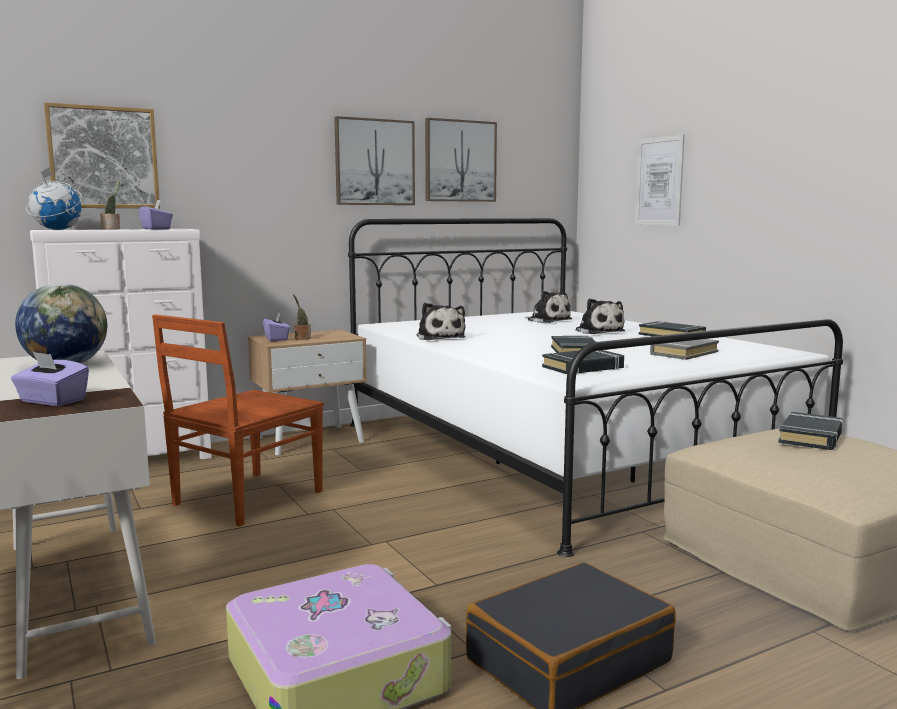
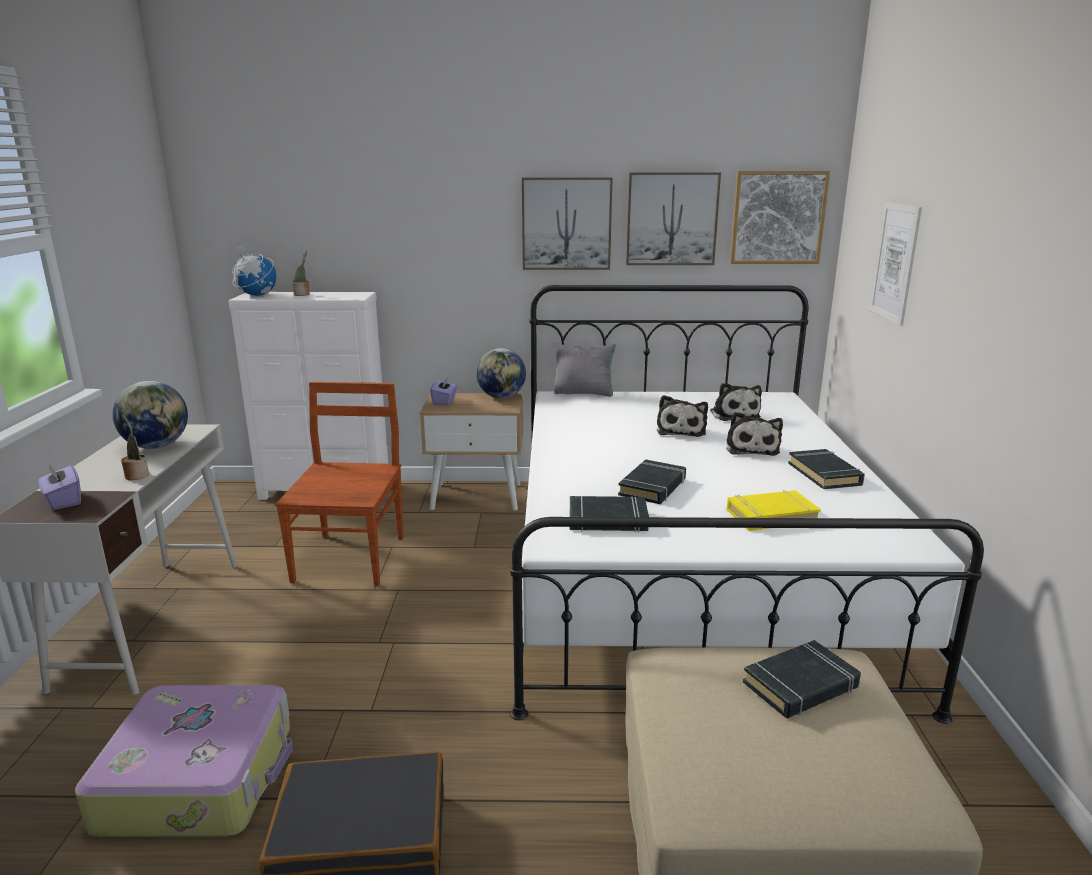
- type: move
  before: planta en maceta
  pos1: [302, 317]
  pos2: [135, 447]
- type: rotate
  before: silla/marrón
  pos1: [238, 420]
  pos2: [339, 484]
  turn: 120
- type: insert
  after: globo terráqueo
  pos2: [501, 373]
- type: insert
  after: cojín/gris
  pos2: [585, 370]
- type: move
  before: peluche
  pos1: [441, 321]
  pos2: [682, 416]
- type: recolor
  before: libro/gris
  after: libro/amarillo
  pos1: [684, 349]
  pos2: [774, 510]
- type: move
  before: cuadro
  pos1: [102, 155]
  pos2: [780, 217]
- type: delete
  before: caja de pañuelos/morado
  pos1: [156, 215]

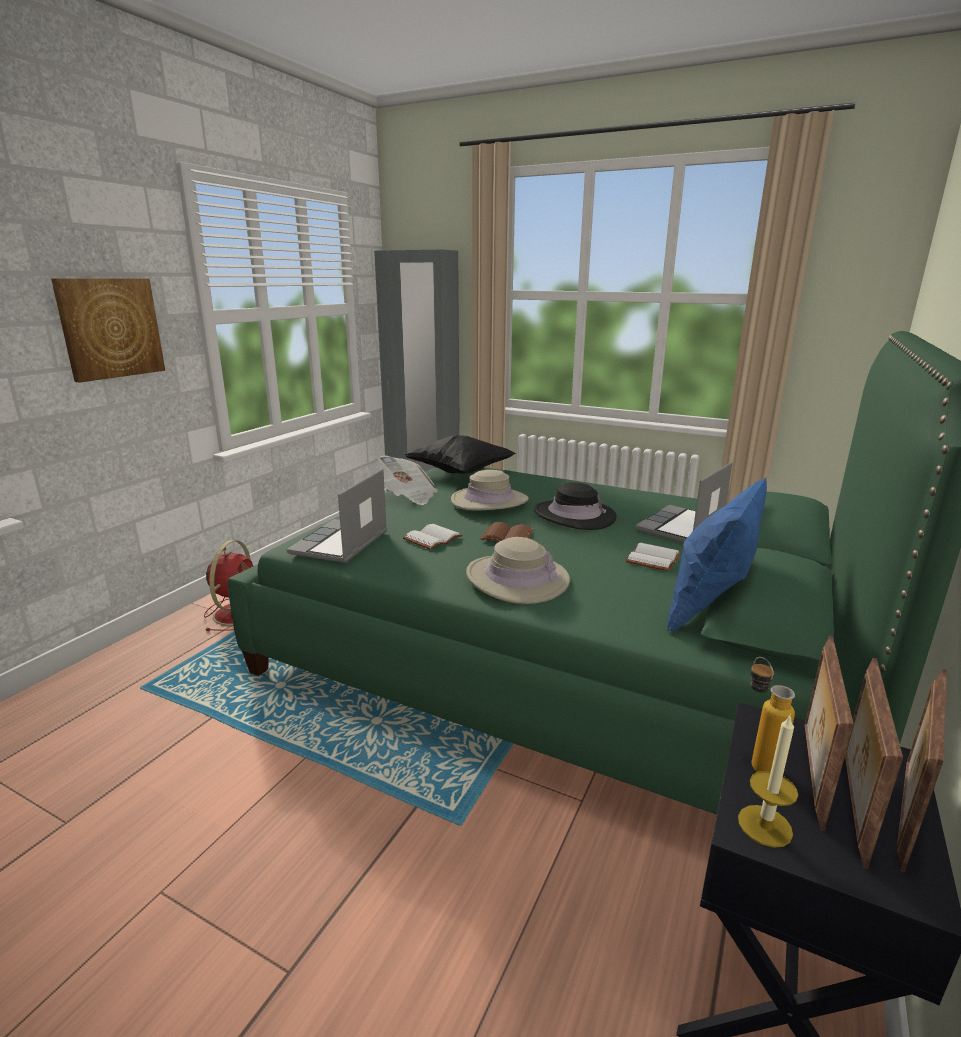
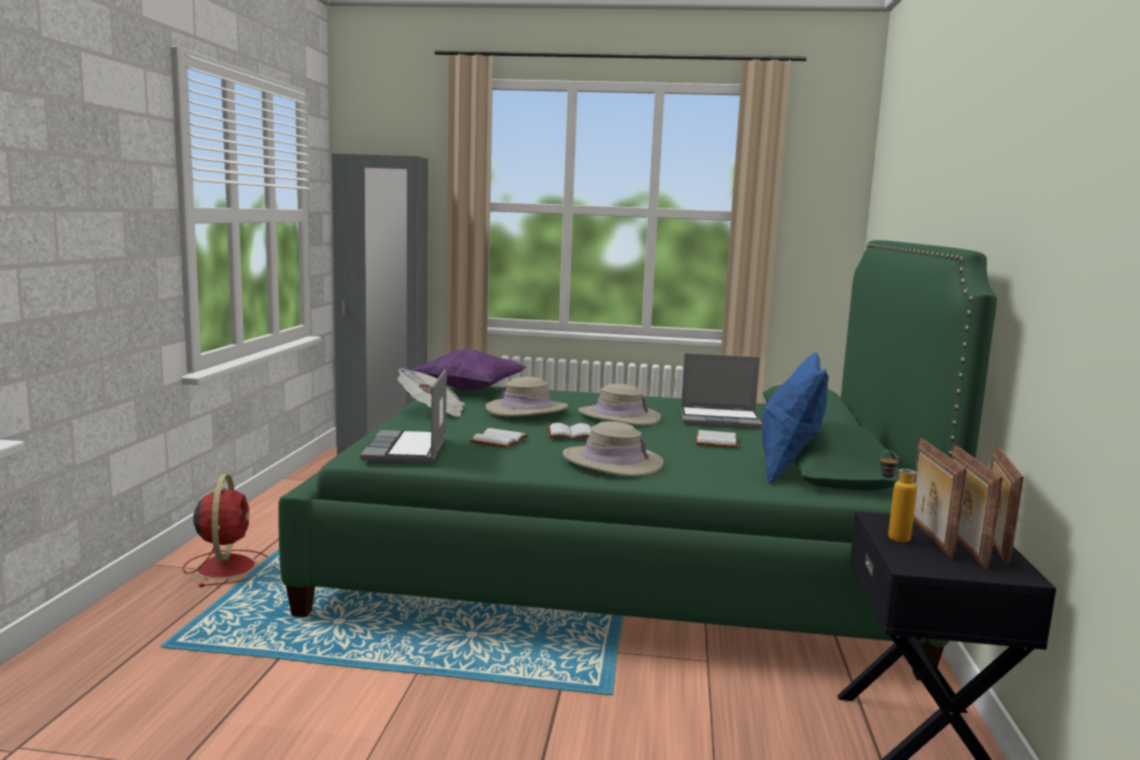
- type: recolor
  before: cojín/negro
  after: cojín/morado
  pos1: [460, 454]
  pos2: [469, 370]
- type: recolor
  before: libro/marrón
  after: libro/blanco
  pos1: [506, 532]
  pos2: [569, 431]
- type: recolor
  before: sombrero/negro
  after: sombrero/beis
  pos1: [575, 506]
  pos2: [619, 404]
- type: rotate
  before: portátil
  pos1: [683, 502]
  pos2: [722, 391]
  turn: -105
- type: delete
  before: cuadro
  pos1: [108, 330]
- type: delete
  before: vela
  pos1: [768, 781]

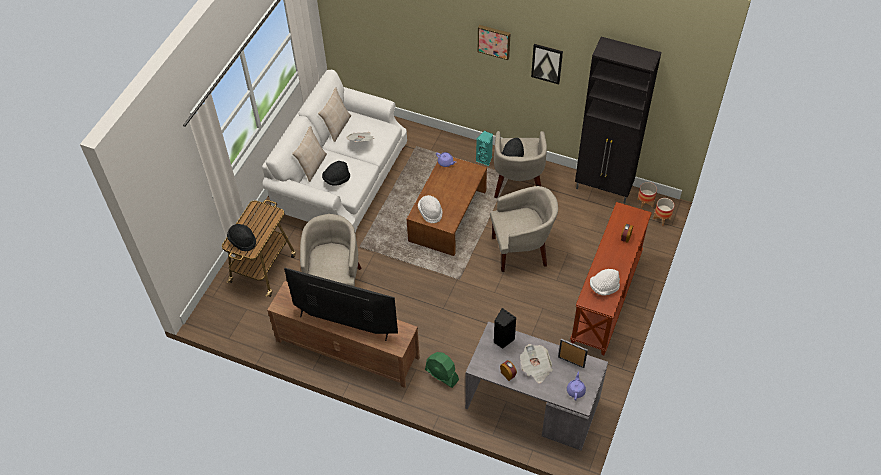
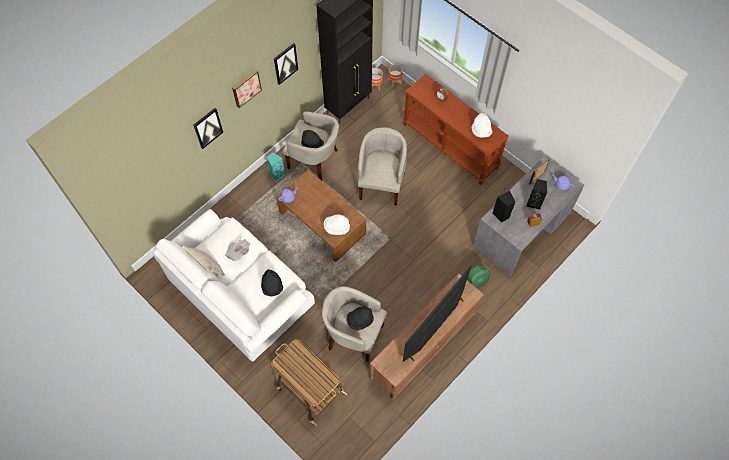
- type: insert
  after: cuadro
  pos2: [208, 128]
- type: move
  before: sombrero/negro
  pos1: [241, 237]
  pos2: [360, 318]
- type: replace
  before: periódico
  after: altavoz/negro
  pos1: [536, 363]
  pos2: [536, 194]
- type: delete
  before: cojín/beis
  pos1: [309, 154]

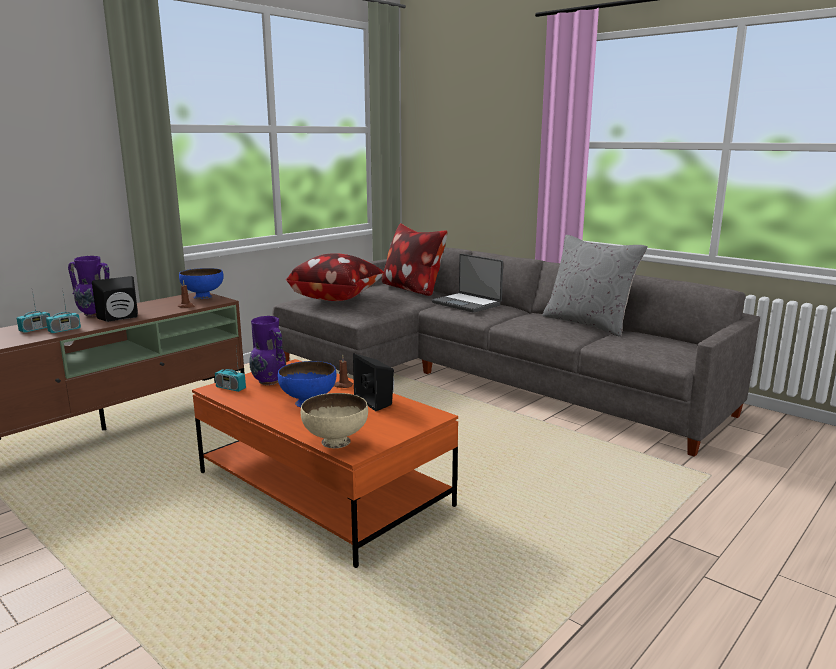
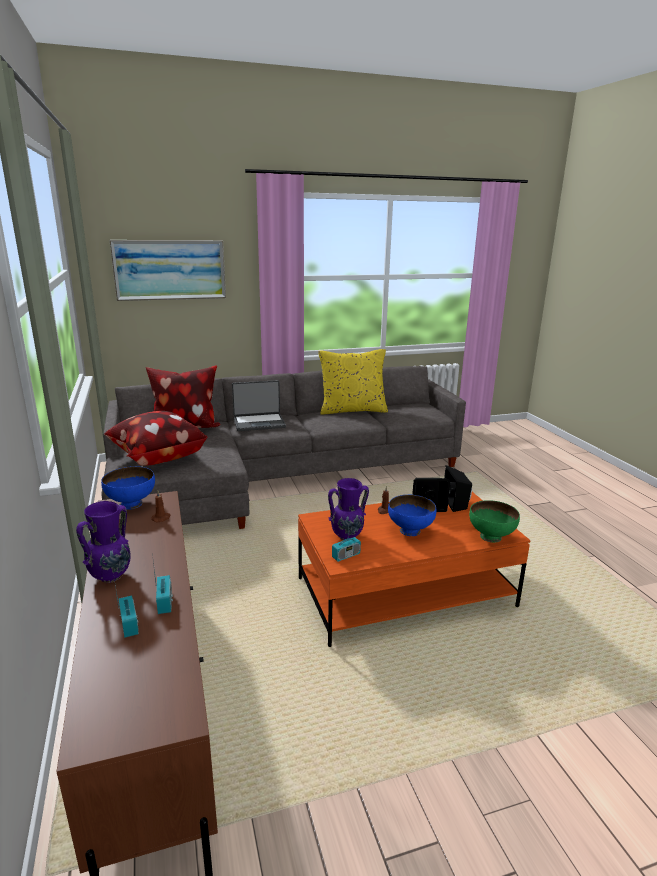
- type: insert
  after: cuadro
  pos2: [167, 270]
- type: recolor
  before: cojín/gris
  after: cojín/amarillo
  pos1: [595, 286]
  pos2: [353, 382]
- type: move
  before: altavoz/negro
  pos1: [115, 299]
  pos2: [458, 488]
- type: recolor
  before: cuenco/beis
  after: cuenco/verde
  pos1: [334, 420]
  pos2: [494, 521]

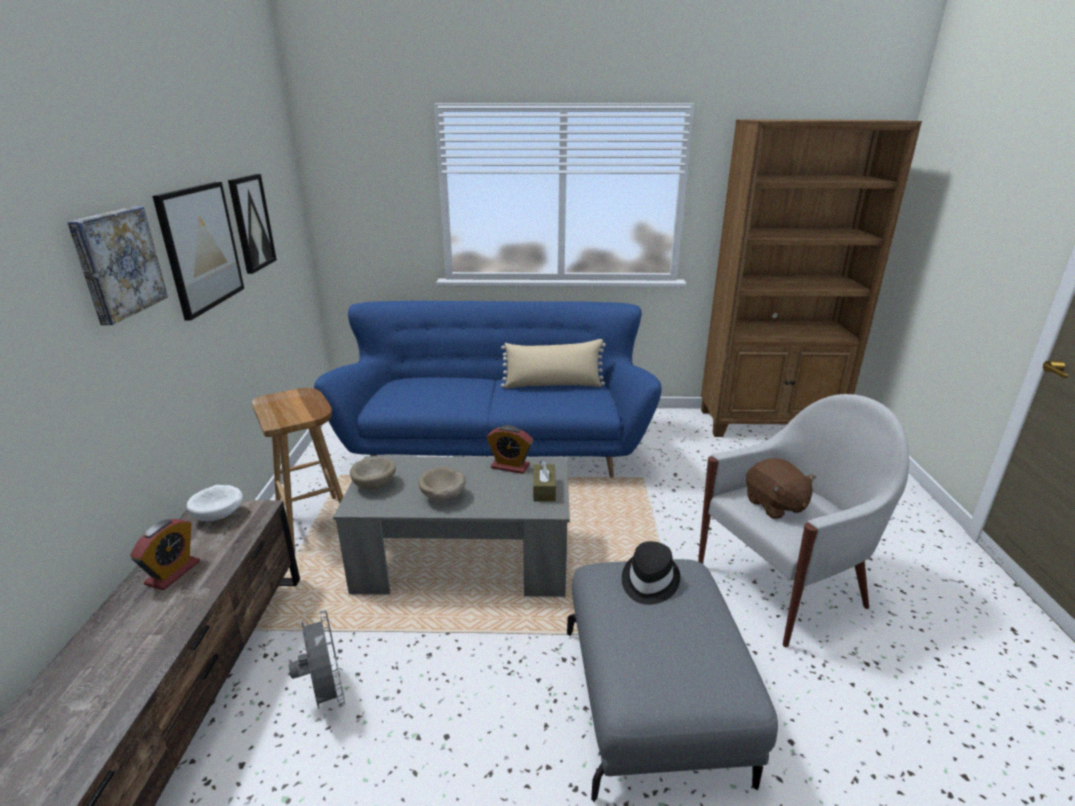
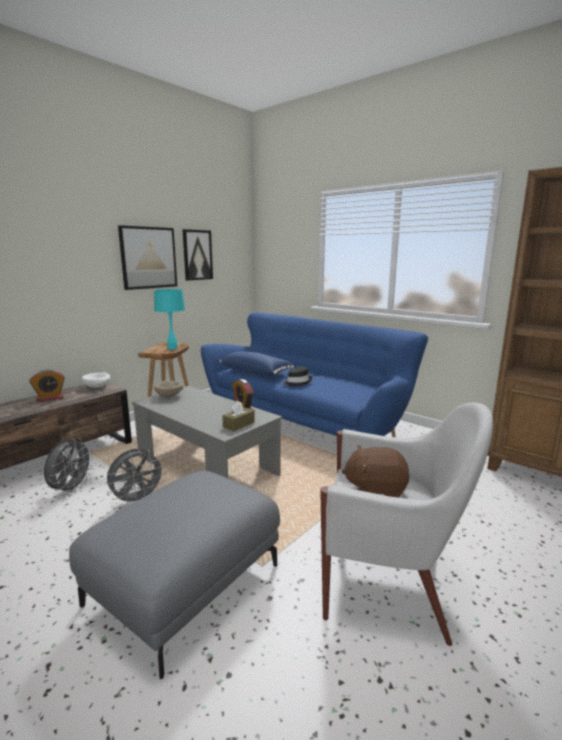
- type: insert
  after: ventilador/gris
  pos2: [136, 477]
- type: insert
  after: lámpara de mesa/turquesa
  pos2: [169, 319]
- type: insert
  after: cojín/azul
  pos2: [257, 363]
- type: move
  before: sombrero/negro
  pos1: [651, 573]
  pos2: [297, 376]
- type: rotate
  before: peluche/marrón
  pos1: [781, 488]
  pos2: [375, 471]
  turn: 75
- type: delete
  before: cuadro
  pos1: [117, 265]
- type: delete
  before: cuenco/beis
  pos1: [442, 484]
- type: delete
  before: cojín/beis
  pos1: [553, 363]

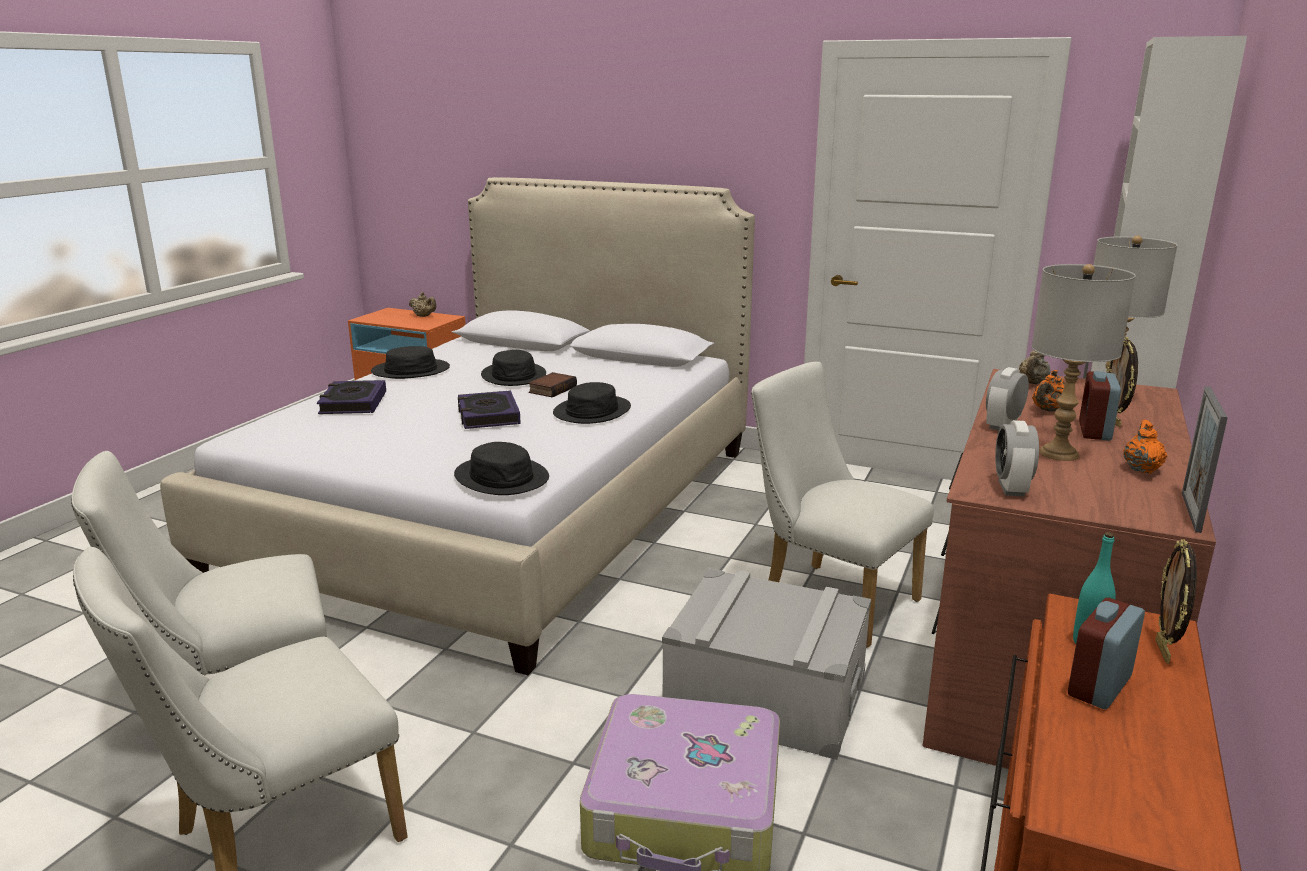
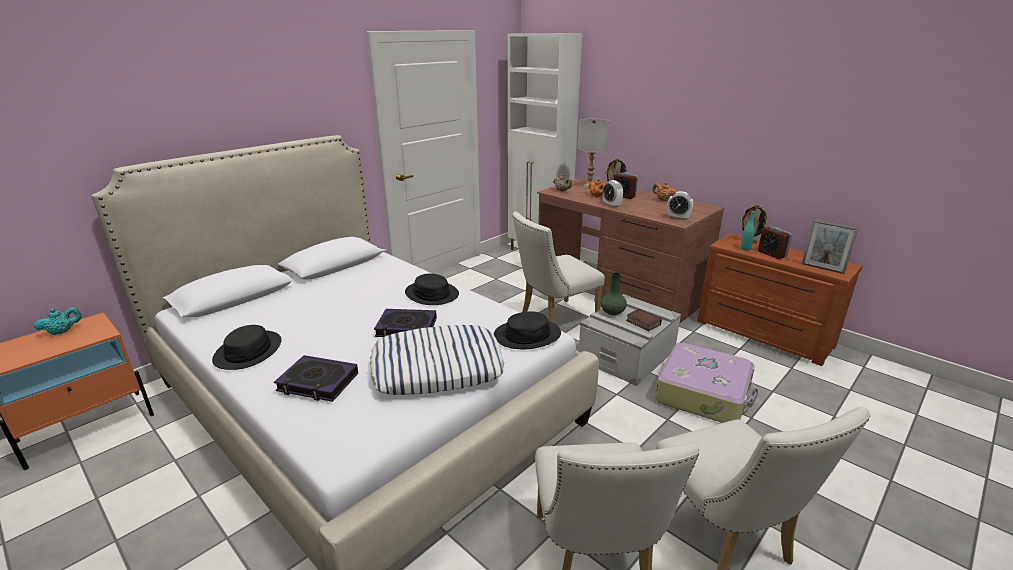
- type: recolor
  before: tetera/beis
  after: tetera/turquesa
  pos1: [422, 304]
  pos2: [57, 321]
- type: insert
  after: cojín
  pos2: [437, 360]
- type: insert
  after: florero/verde
  pos2: [613, 293]
- type: move
  before: libro
  pos1: [552, 385]
  pos2: [644, 320]
- type: move
  before: portarretratos
  pos1: [1205, 459]
  pos2: [830, 247]
- type: delete
  before: sombrero/negro
  pos1: [513, 368]
- type: delete
  before: lámpara de mesa/gris
  pos1: [1084, 362]

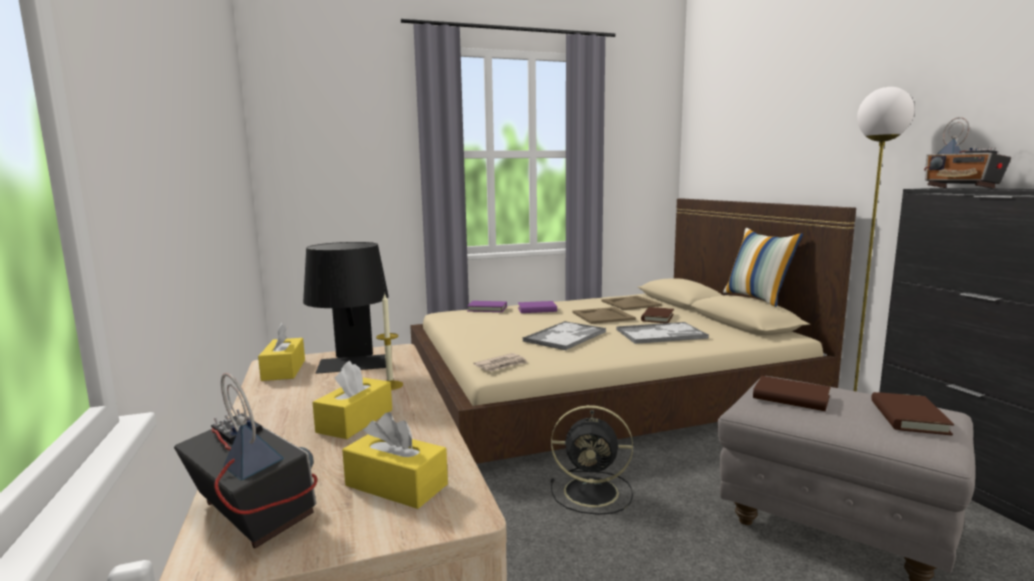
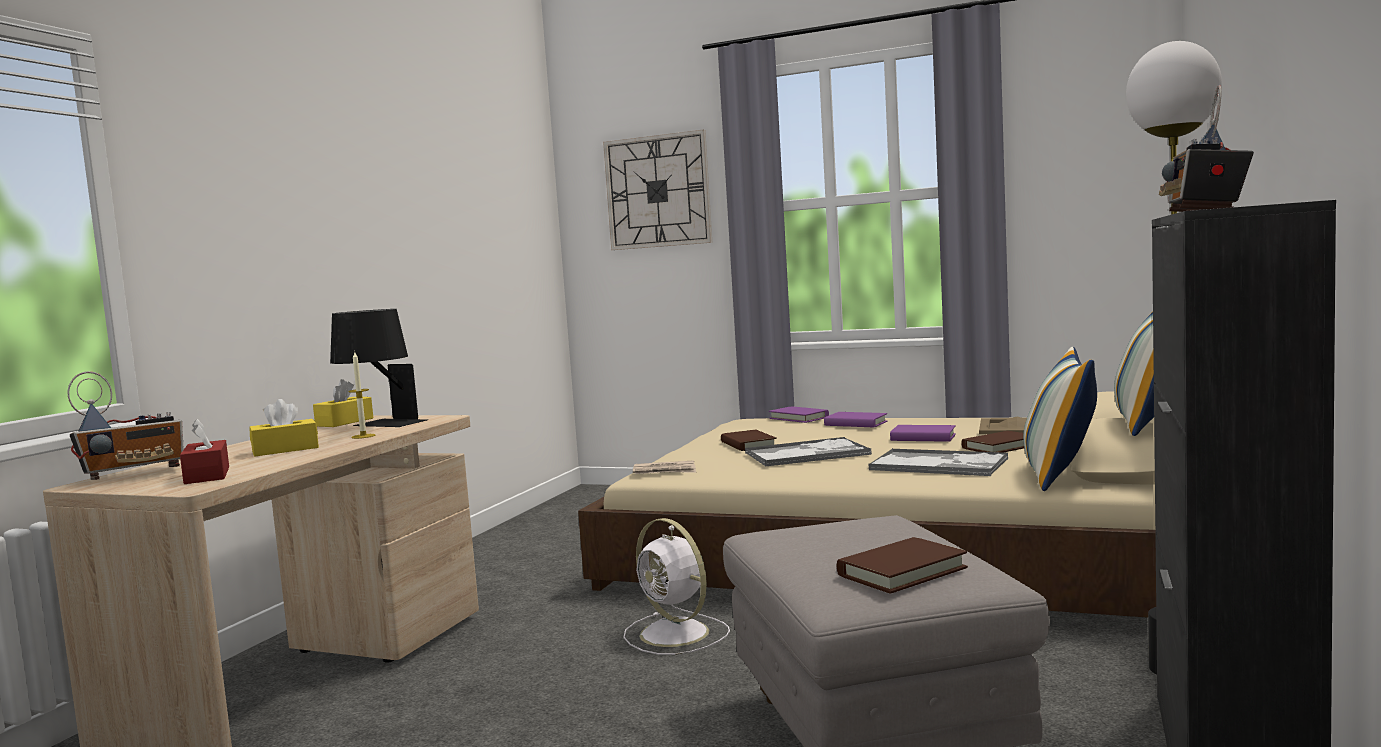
- type: rotate
  before: radio
  pos1: [245, 460]
  pos2: [125, 425]
  turn: 60
- type: recolor
  before: caja de pañuelos/amarillo
  after: caja de pañuelos/rojo
  pos1: [395, 460]
  pos2: [204, 451]
- type: insert
  after: reloj de pared
  pos2: [657, 189]
- type: recolor
  before: ventilador/negro
  after: ventilador/blanco
  pos1: [592, 460]
  pos2: [677, 586]
- type: move
  before: libro/marrón
  pos1: [792, 393]
  pos2: [749, 440]
- type: replace
  before: bandeja/beis
  after: libro/morado
  pos1: [604, 315]
  pos2: [923, 433]
- type: insert
  after: cojín
  pos2: [1060, 419]

